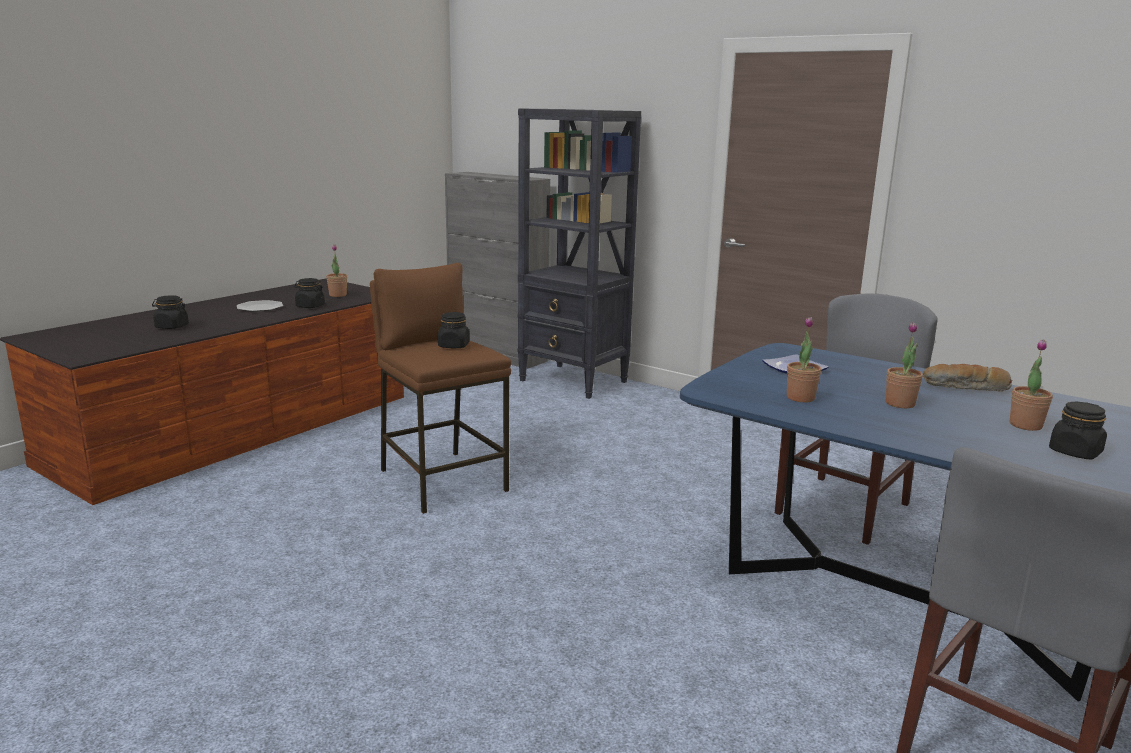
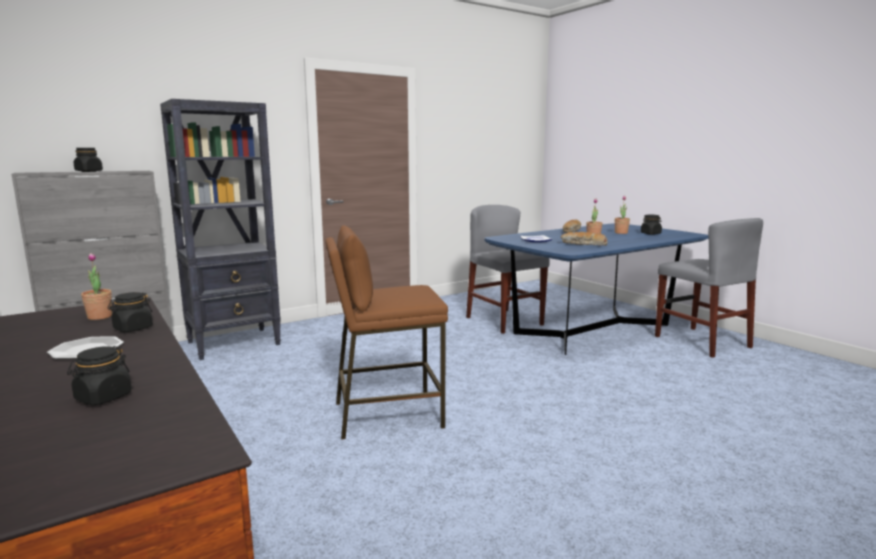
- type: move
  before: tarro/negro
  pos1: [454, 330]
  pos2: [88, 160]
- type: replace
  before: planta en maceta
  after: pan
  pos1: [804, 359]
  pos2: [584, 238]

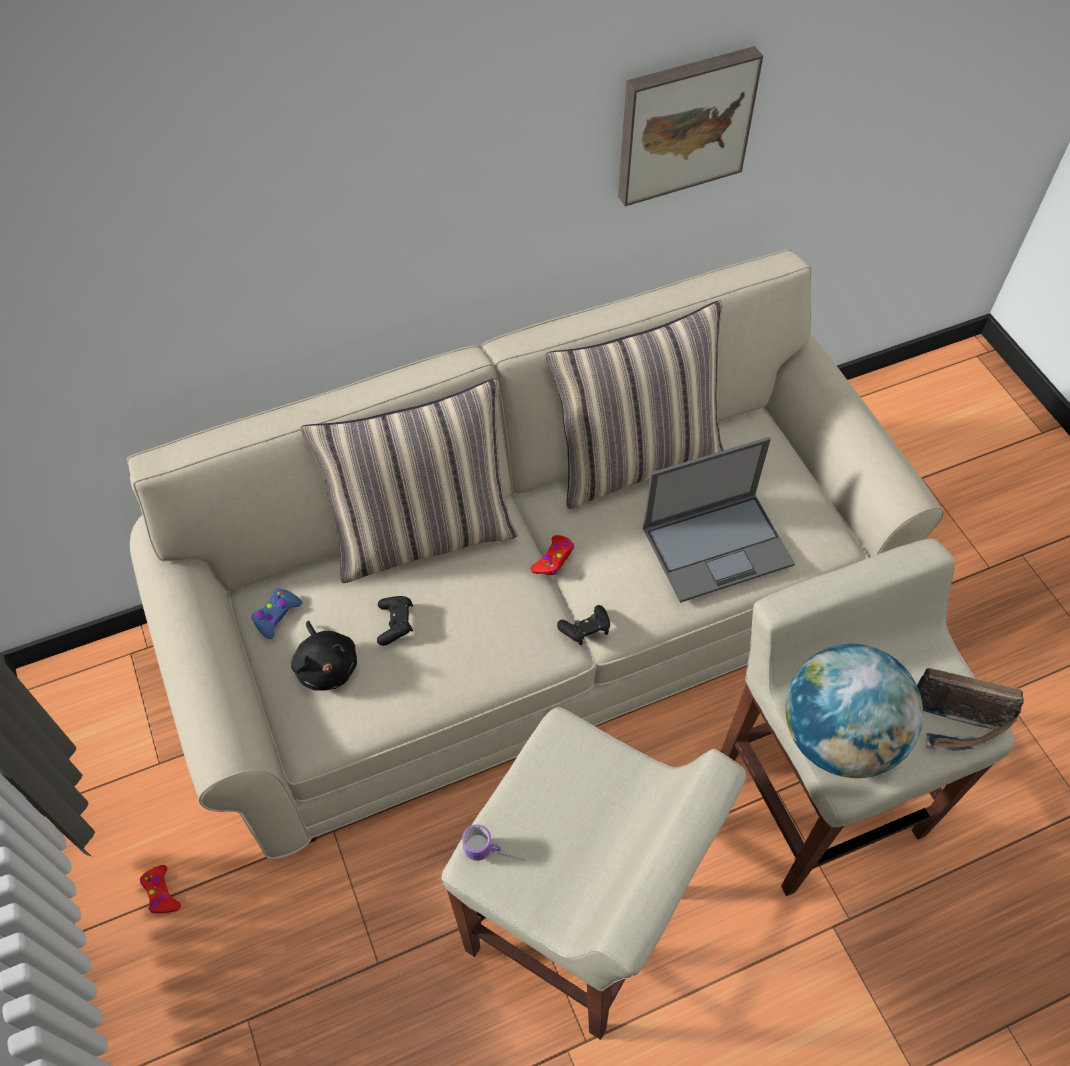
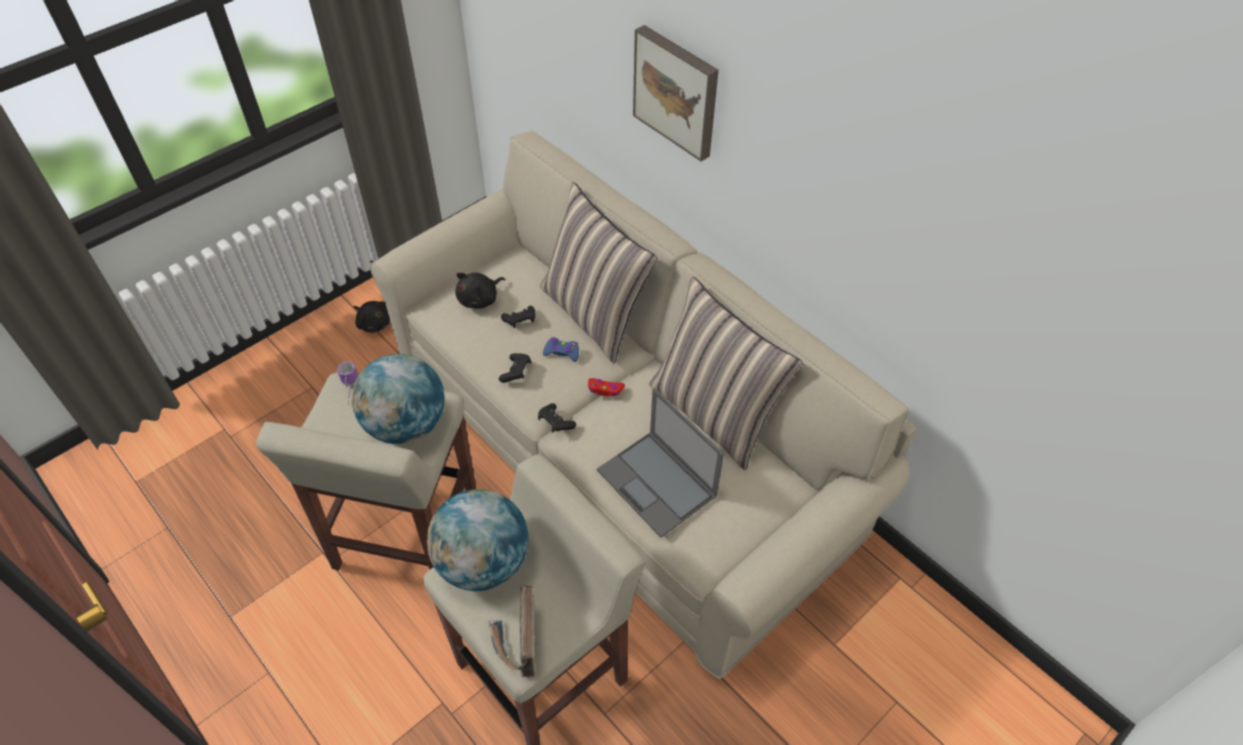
- type: insert
  after: globo terráqueo
  pos2: [398, 399]
- type: replace
  before: mando de consola/rojo
  after: peluche/negro
  pos1: [160, 889]
  pos2: [372, 317]
- type: insert
  after: mando de consola/negro
  pos2: [515, 368]
- type: move
  before: mando de consola/azul
  pos1: [277, 614]
  pos2: [561, 349]
- type: move
  before: cuadro
  pos1: [690, 126]
  pos2: [676, 93]

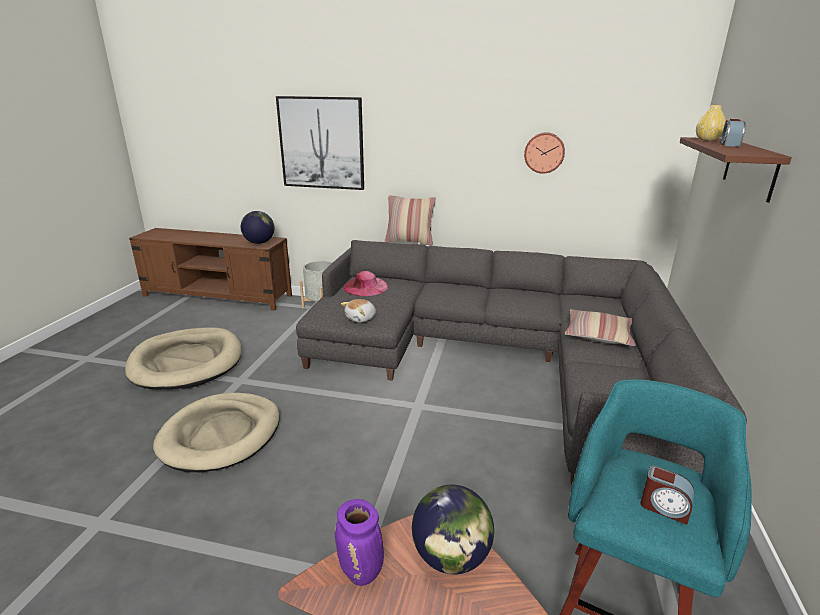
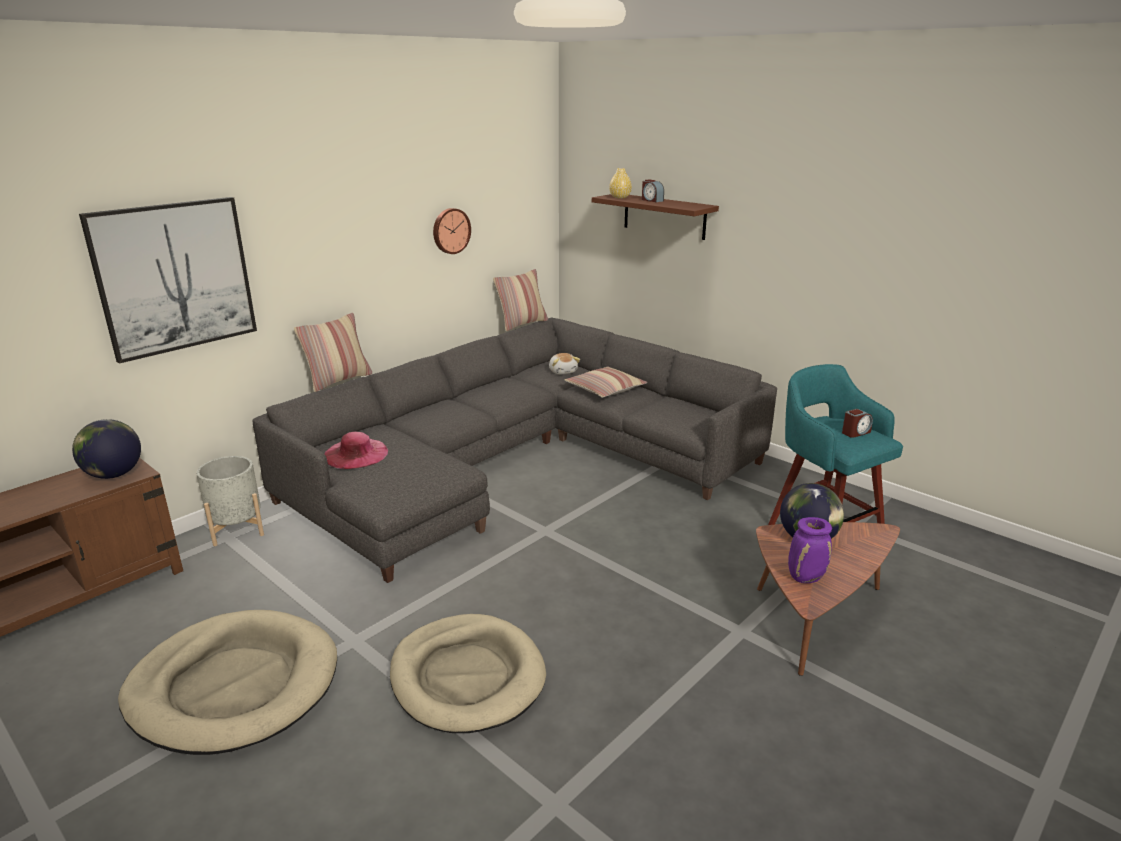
- type: insert
  after: cojín
  pos2: [520, 300]
- type: move
  before: peluche
  pos1: [358, 311]
  pos2: [564, 363]

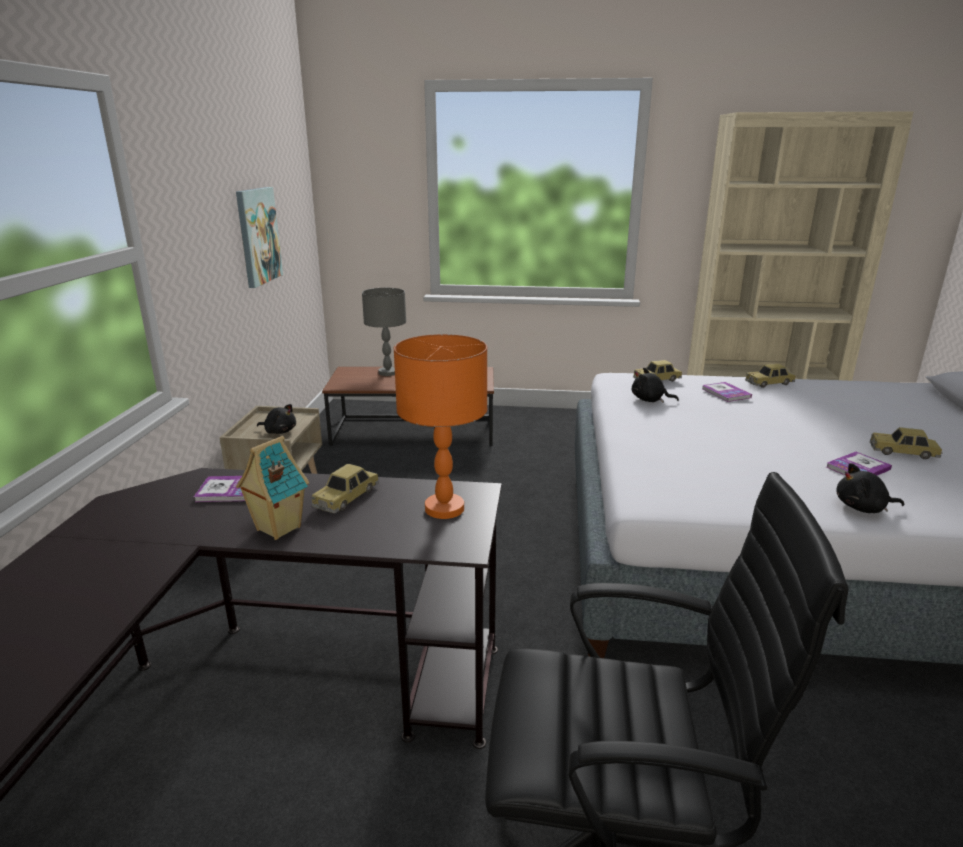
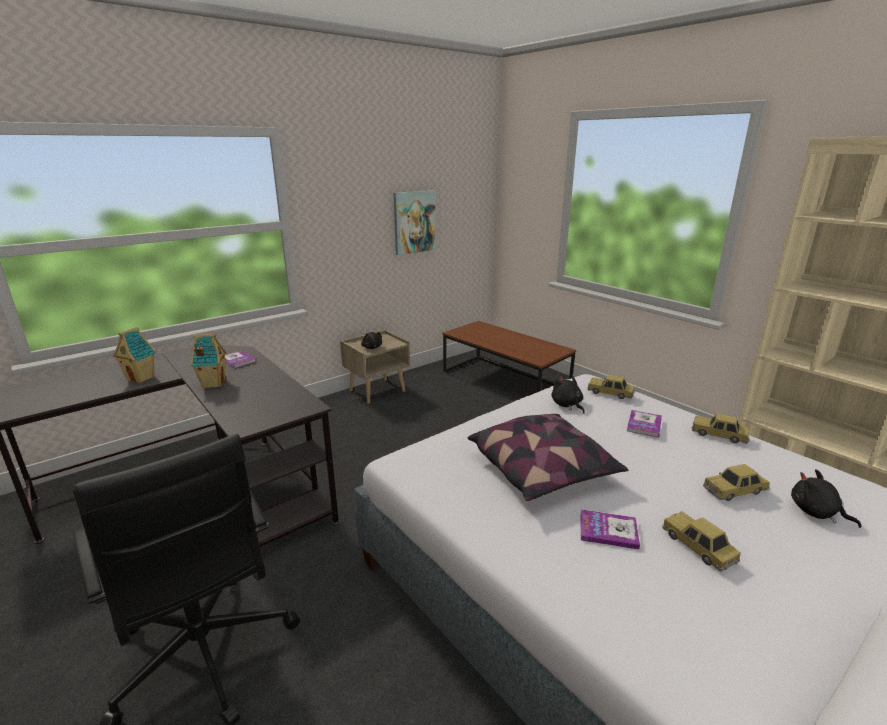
- type: insert
  after: casita
  pos2: [134, 355]
- type: insert
  after: cojín
  pos2: [548, 457]
- type: move
  before: coche de juguete
  pos1: [345, 488]
  pos2: [736, 482]
- type: move
  before: peluche/negro
  pos1: [870, 488]
  pos2: [826, 498]
- type: delete
  before: lámpara de mesa/gris
  pos1: [384, 332]
- type: delete
  before: lámpara de mesa/naranja
  pos1: [440, 426]

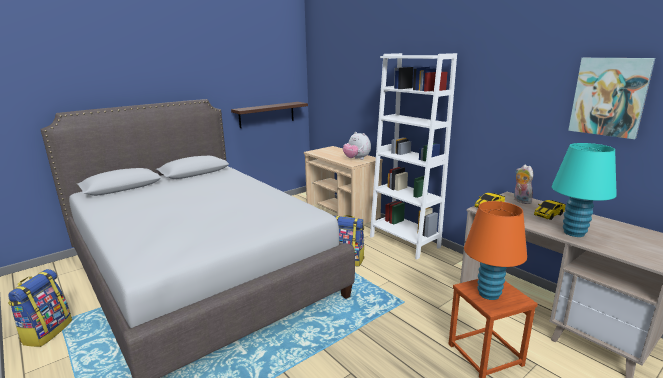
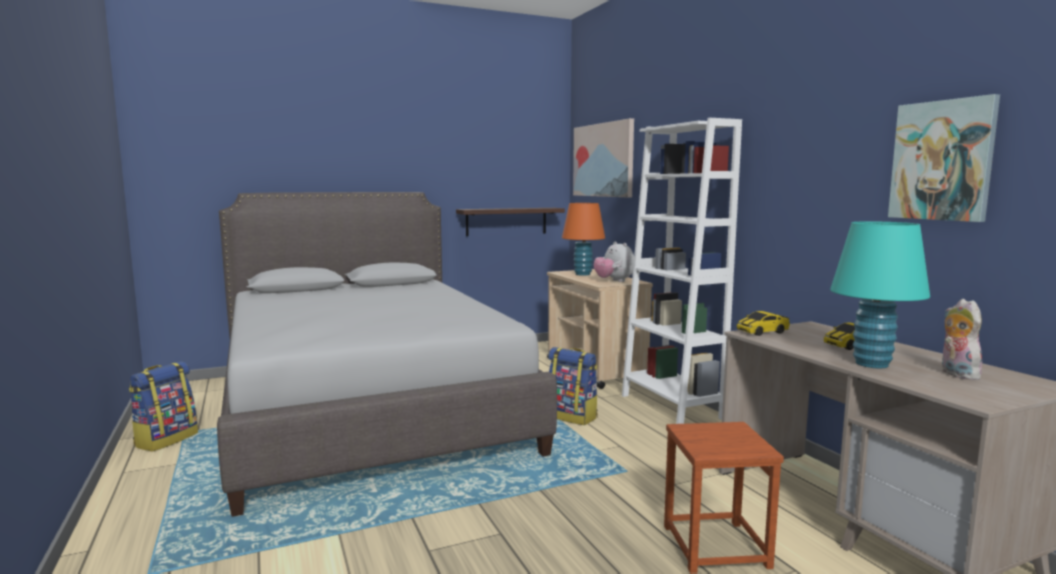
- type: move
  before: lámpara de mesa/naranja
  pos1: [495, 250]
  pos2: [583, 239]
- type: insert
  after: cuadro
  pos2: [603, 157]
- type: move
  before: peluche
  pos1: [523, 184]
  pos2: [962, 339]

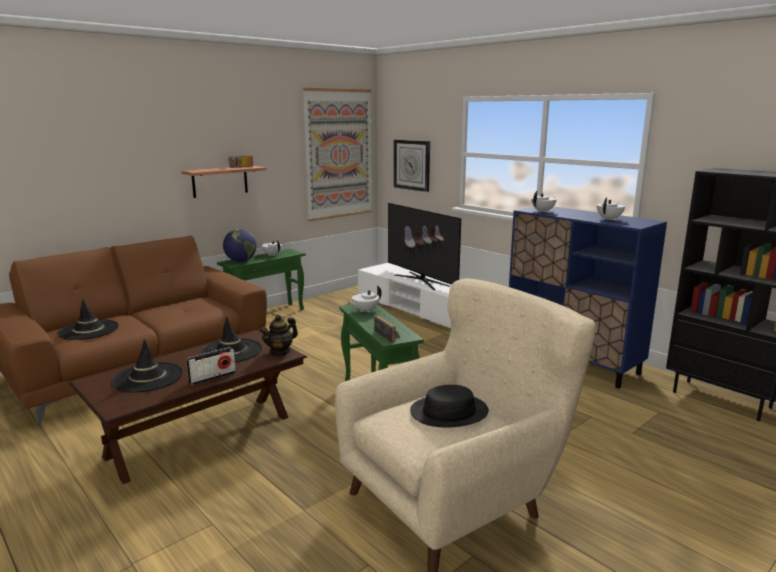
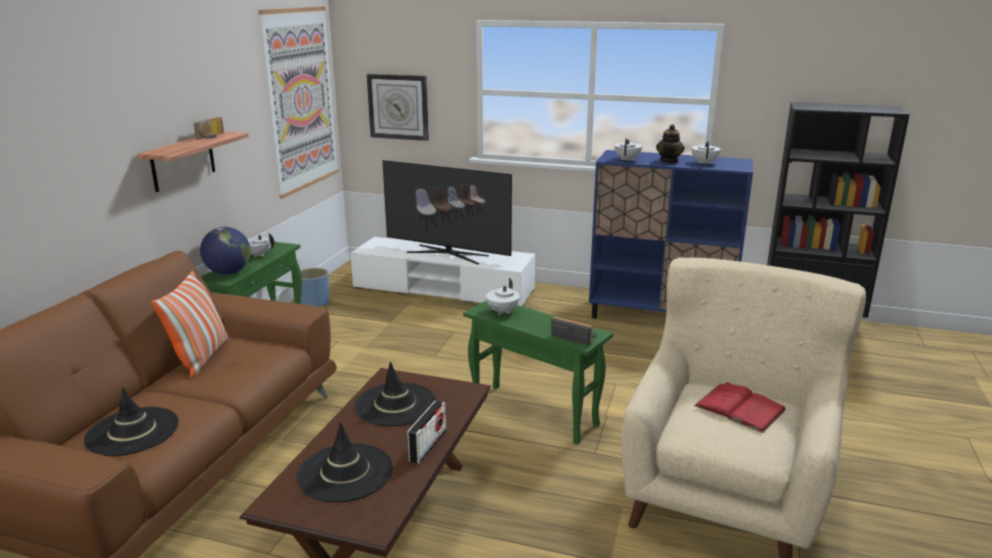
- type: insert
  after: cojín
  pos2: [189, 324]
- type: insert
  after: maceta/azul
  pos2: [315, 287]
- type: move
  before: tetera
  pos1: [279, 335]
  pos2: [670, 143]
- type: replace
  before: sombrero/negro
  after: libro/rojo
  pos1: [449, 406]
  pos2: [740, 407]

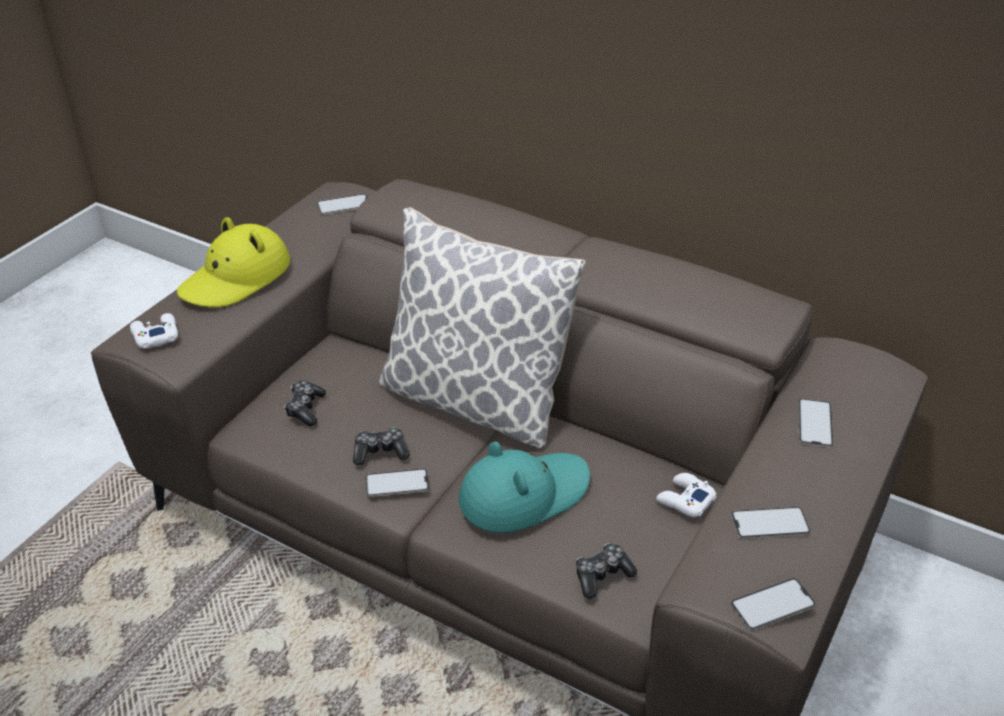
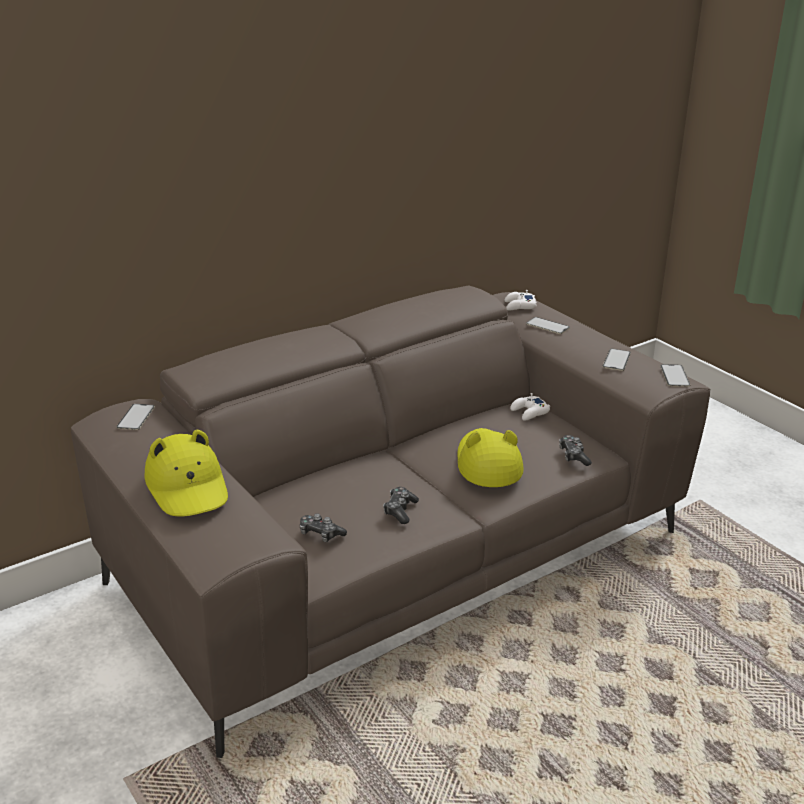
- type: recolor
  before: sombrero/turquesa
  after: sombrero/amarillo
  pos1: [524, 487]
  pos2: [491, 457]
- type: move
  before: mando de consola/blanco
  pos1: [154, 331]
  pos2: [520, 300]
- type: delete
  before: móvil
  pos1: [397, 482]
- type: delete
  before: cojín
  pos1: [482, 327]

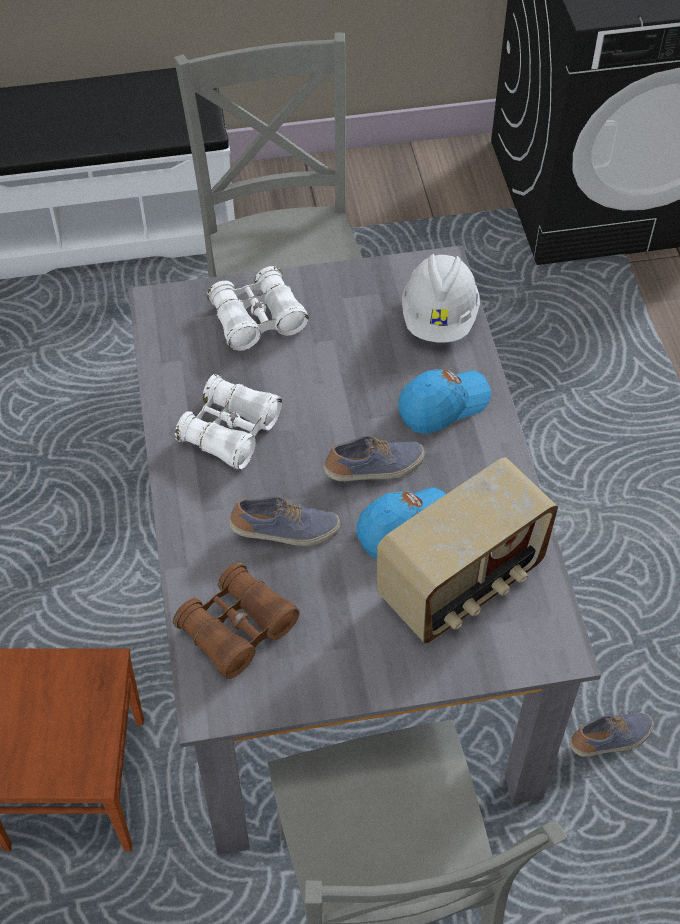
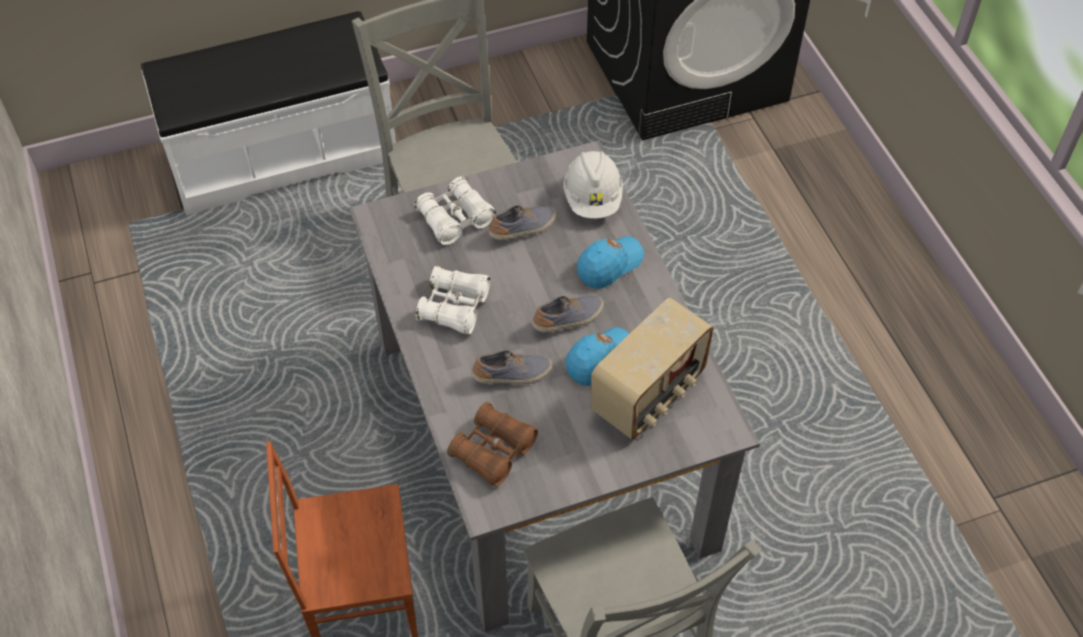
- type: move
  before: zapato
  pos1: [611, 735]
  pos2: [522, 222]

